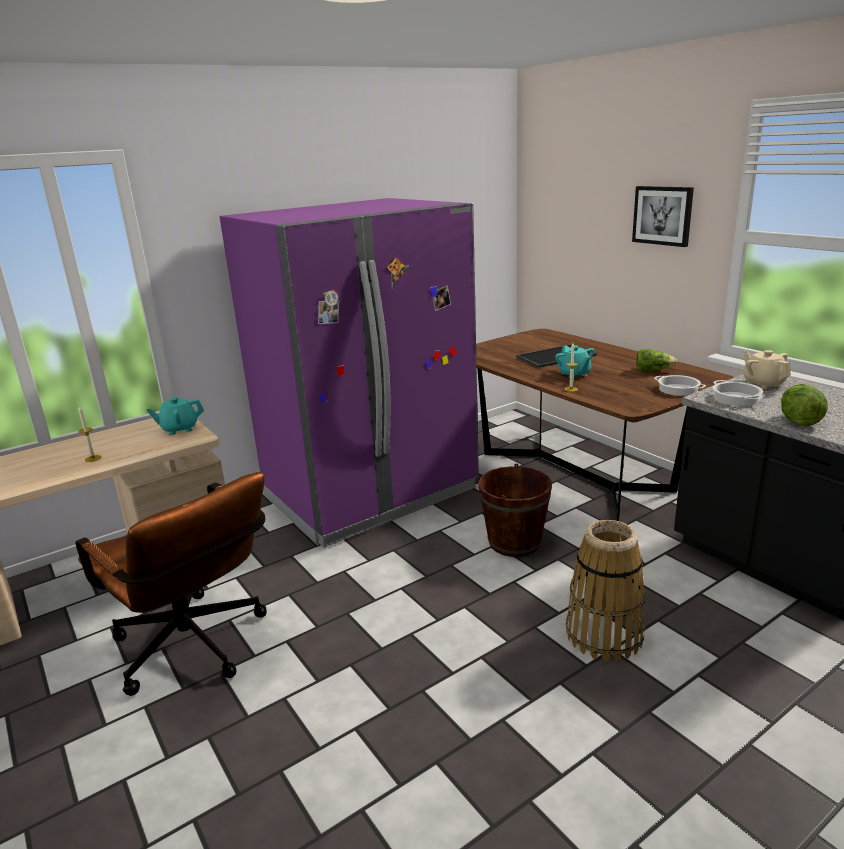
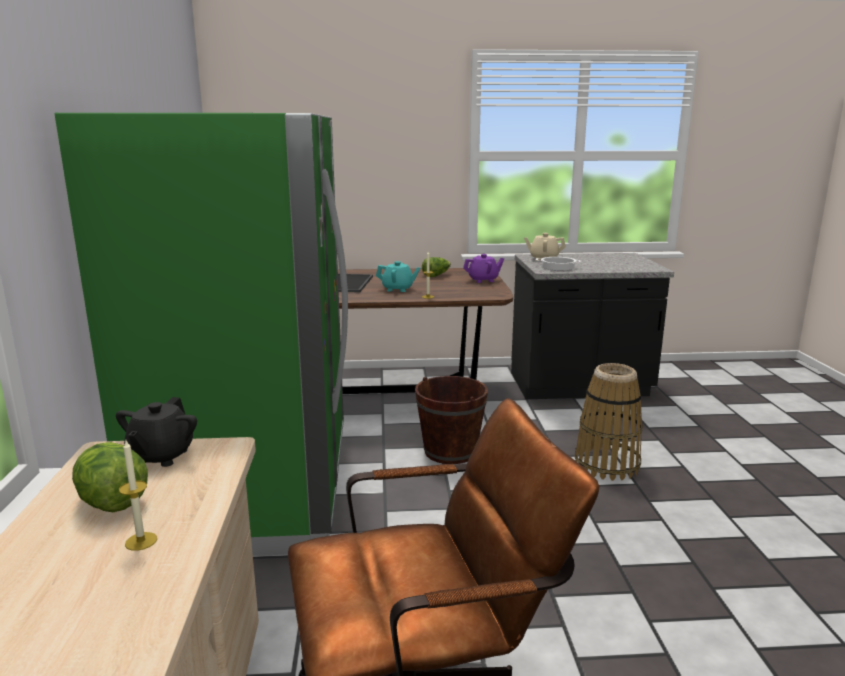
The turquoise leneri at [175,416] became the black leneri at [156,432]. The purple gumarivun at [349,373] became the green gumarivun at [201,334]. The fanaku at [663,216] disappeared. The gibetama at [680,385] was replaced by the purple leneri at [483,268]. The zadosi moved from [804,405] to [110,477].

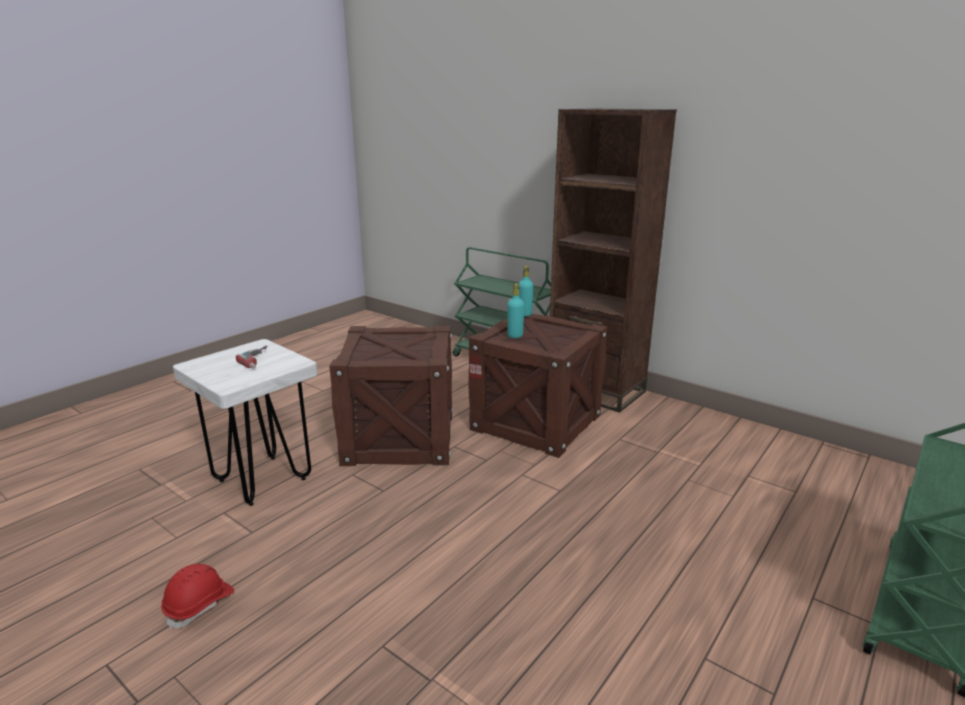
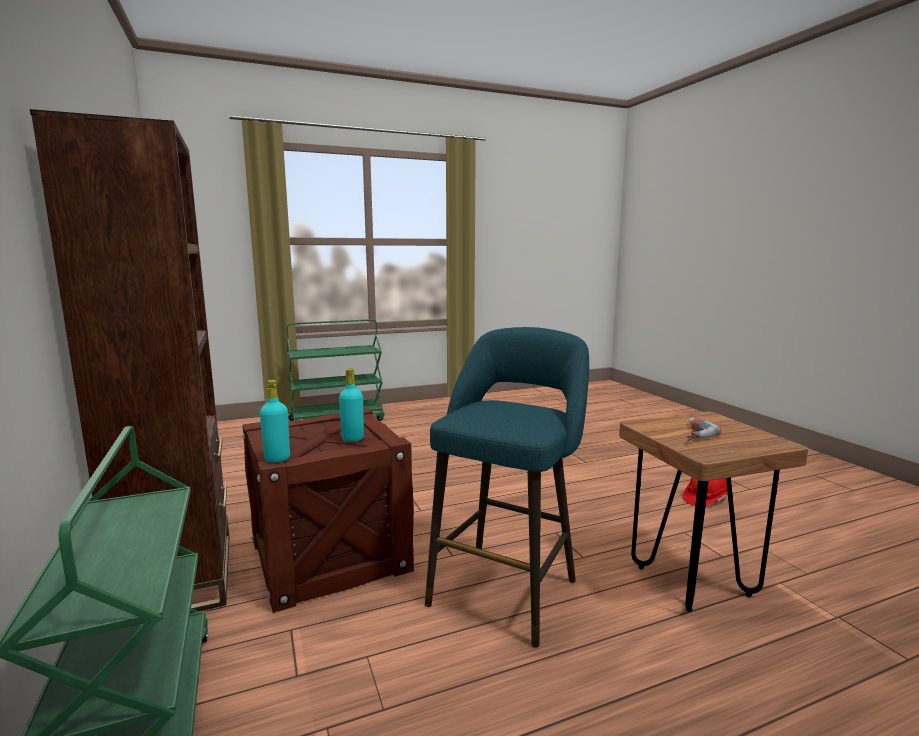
The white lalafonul at [245,422] became the brown lalafonul at [714,512]. The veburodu at [391,396] was replaced by the turquoise lalafonul at [507,487].

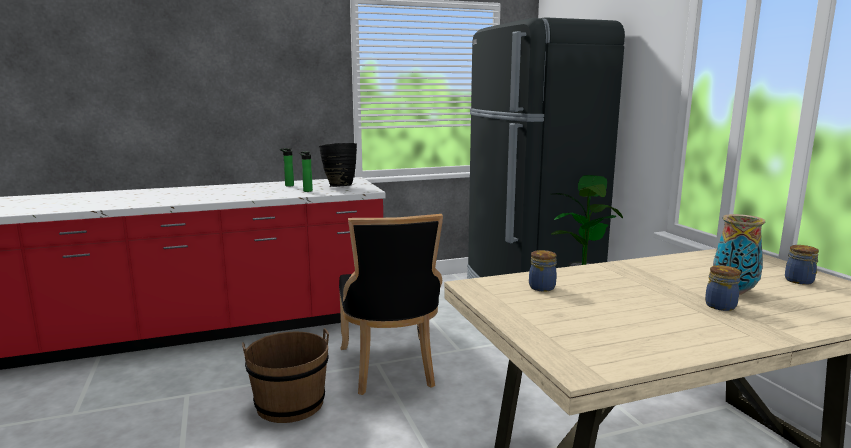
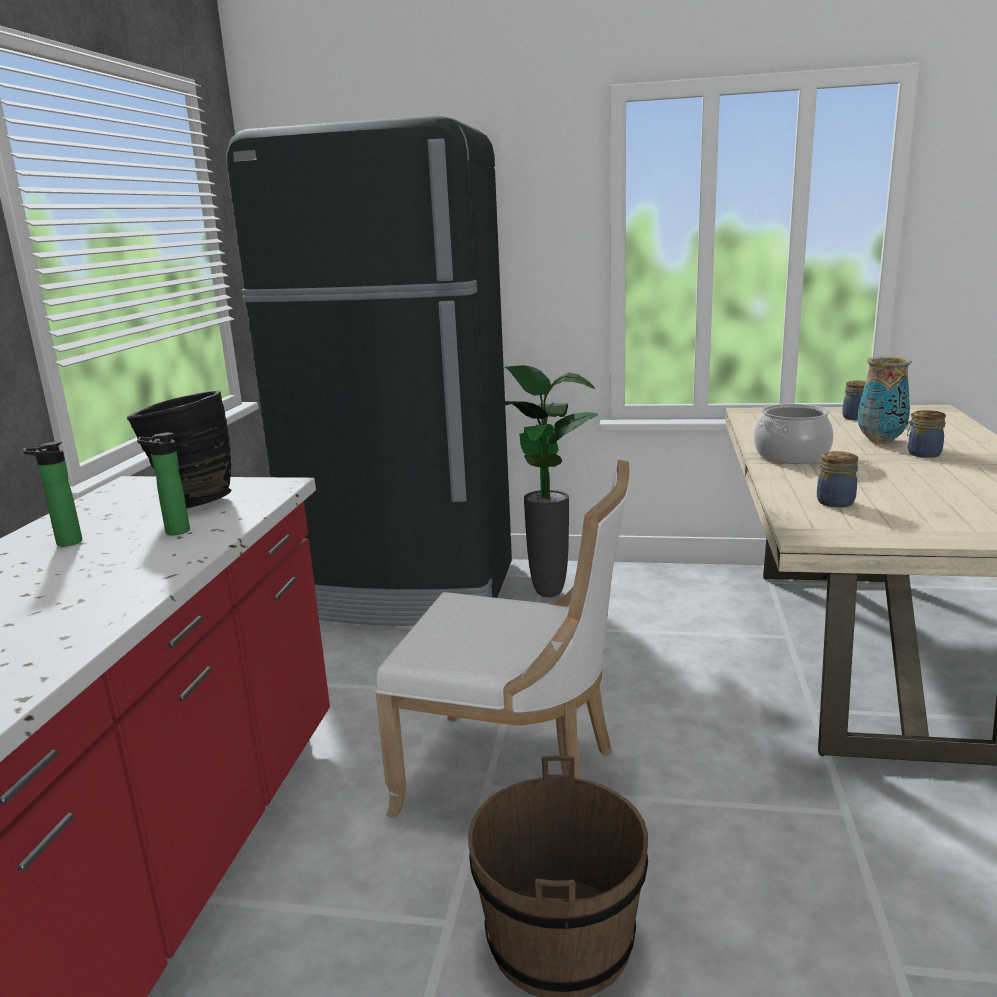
The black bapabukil at [391,304] became the white bapabukil at [502,639]. The gibetama at [794,433] appeared.

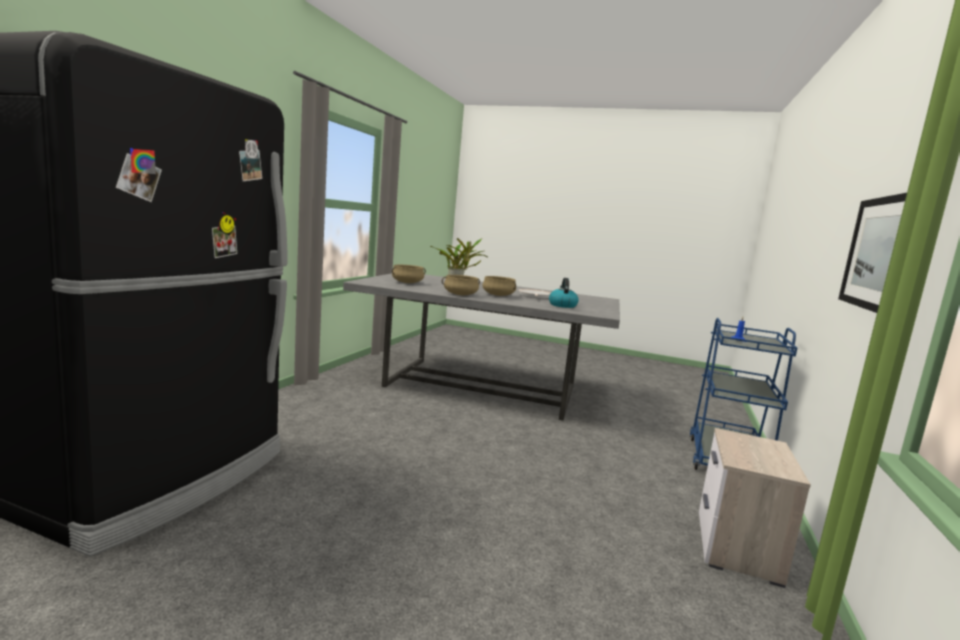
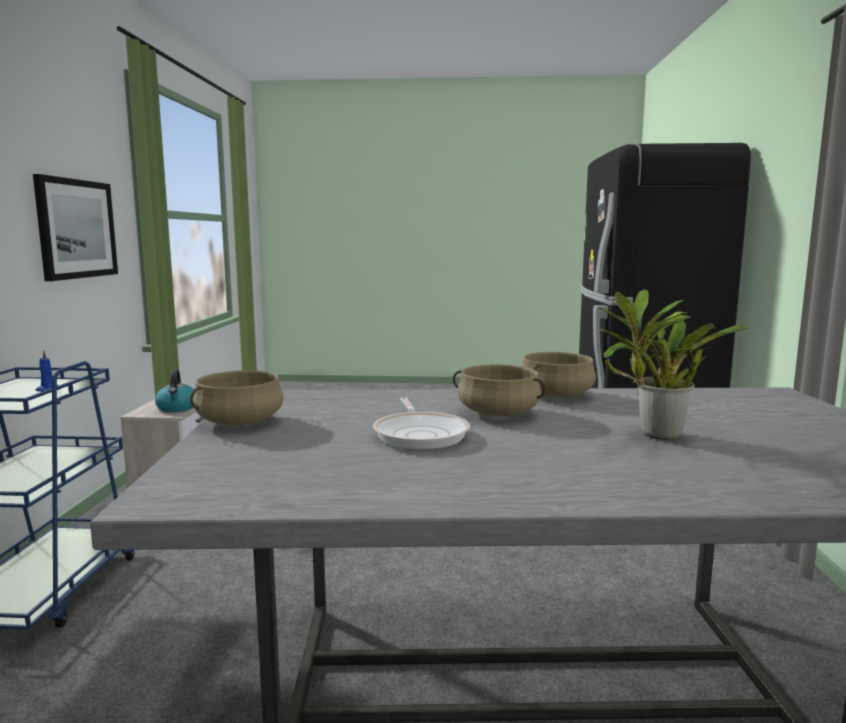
The beige gibetama moved from [409,274] to [237,397]. The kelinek moved from [564,293] to [175,391].

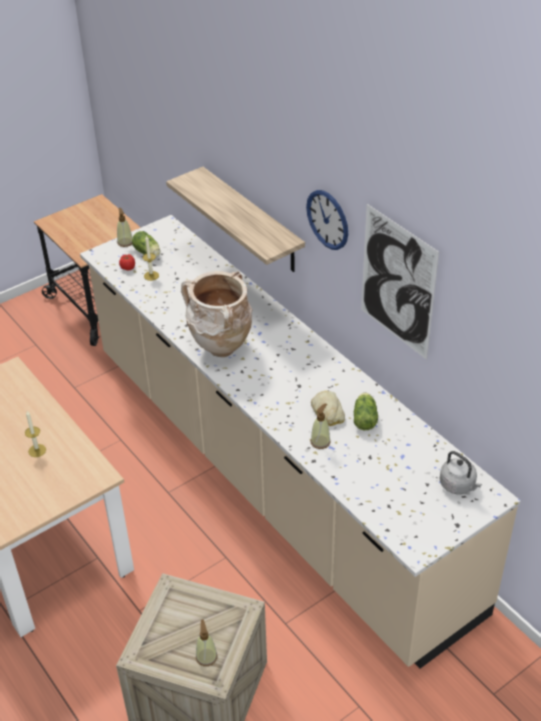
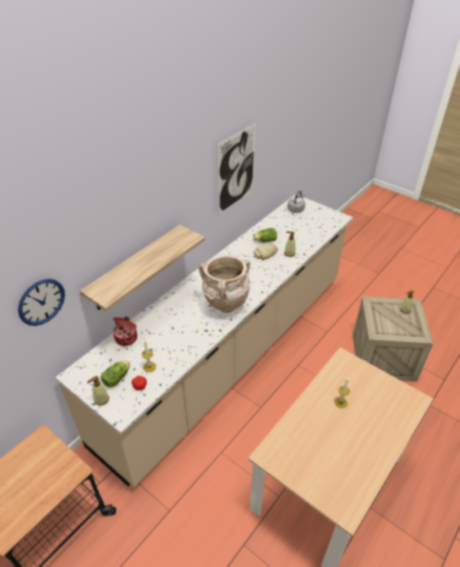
The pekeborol moved from [327,220] to [41,302]. The gibetama at [125,331] appeared.

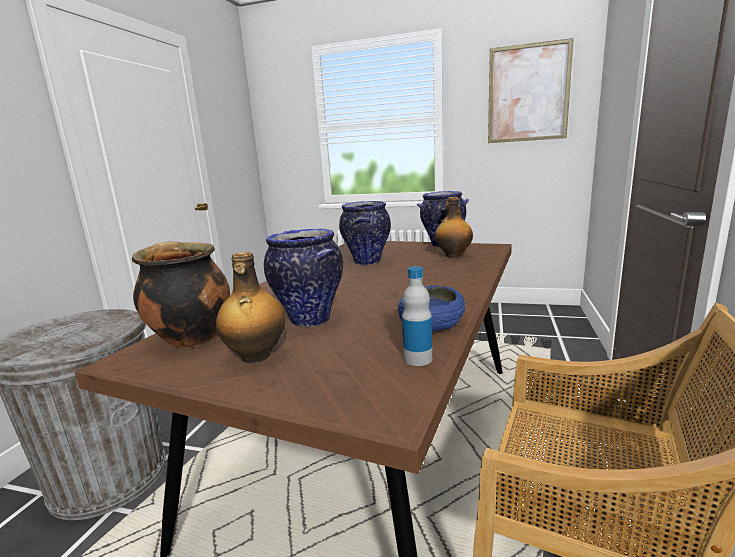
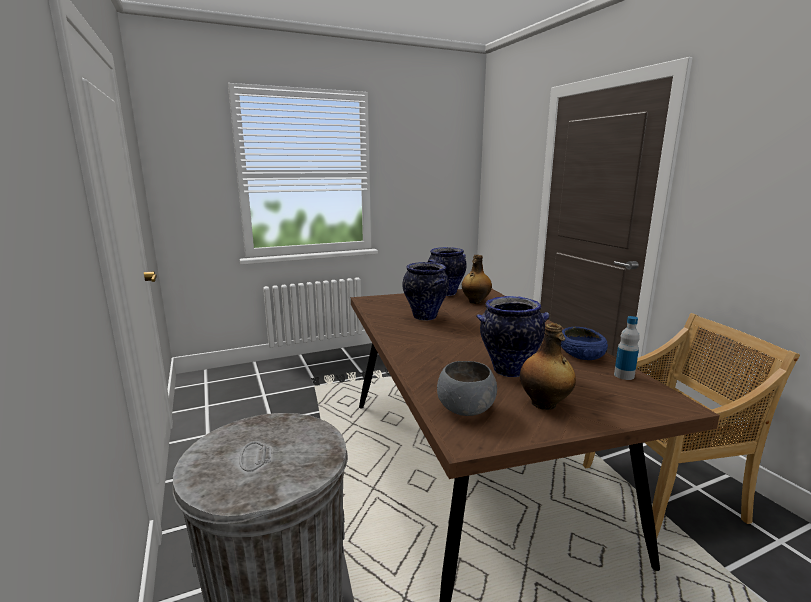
The gibetama at [181,294] was replaced by the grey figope at [467,388]. The fanaku at [531,90] disappeared.

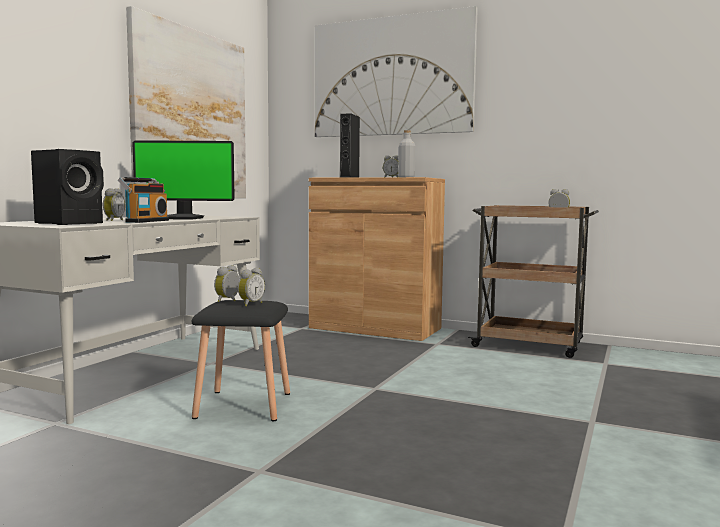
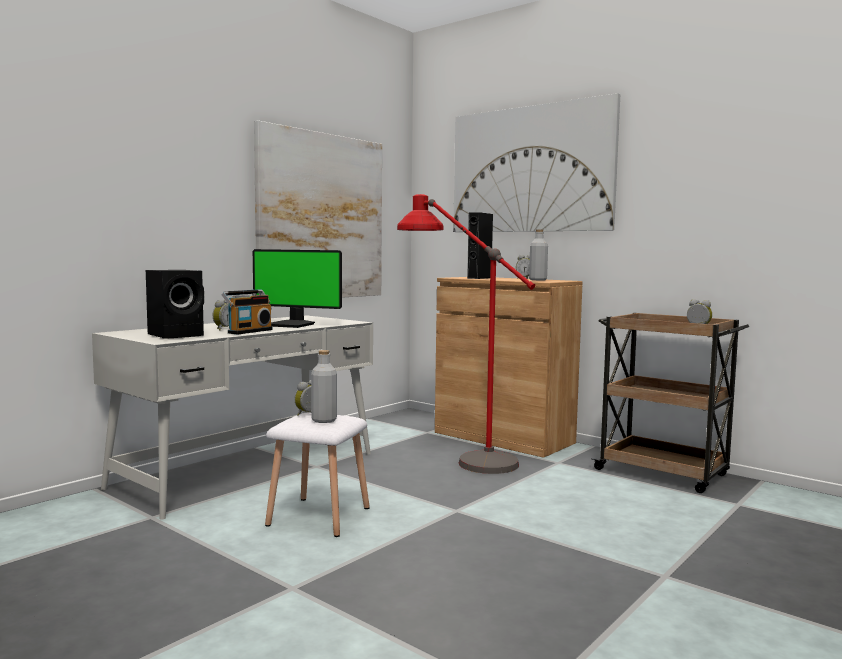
The black lalafonul at [241,360] became the white lalafonul at [317,475]. The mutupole at [251,287] was replaced by the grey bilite at [324,386]. The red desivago at [466,334] appeared.

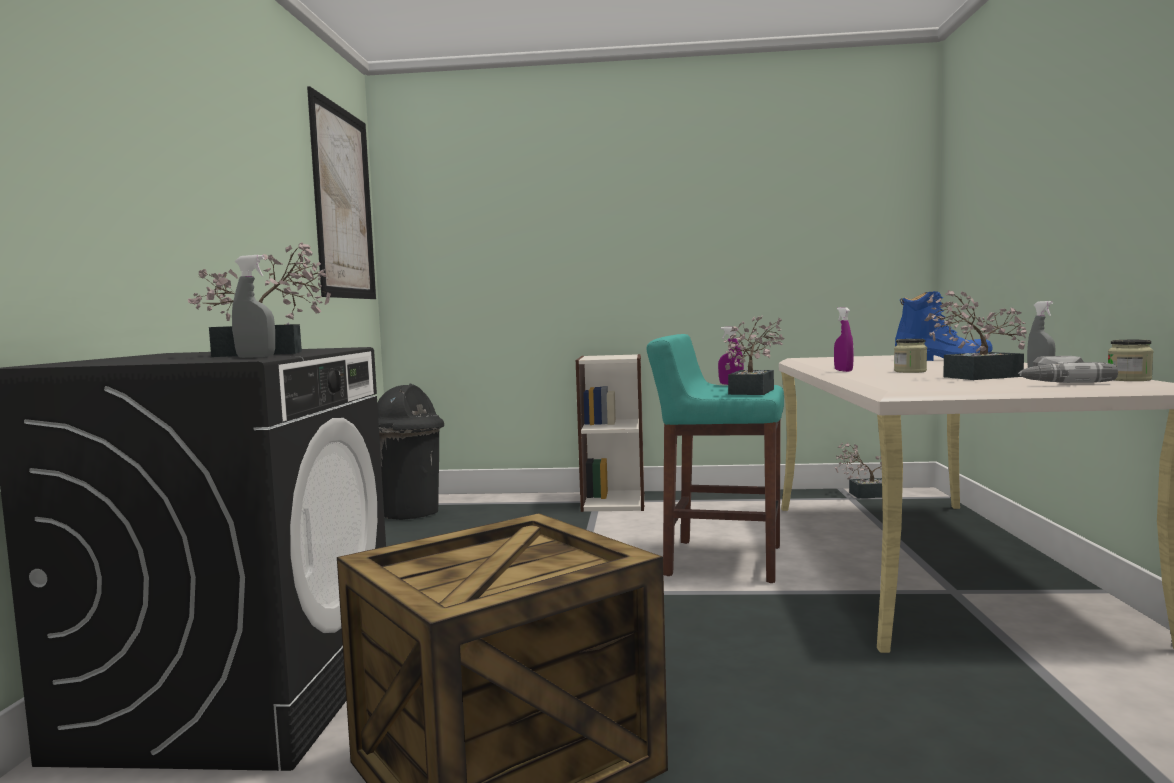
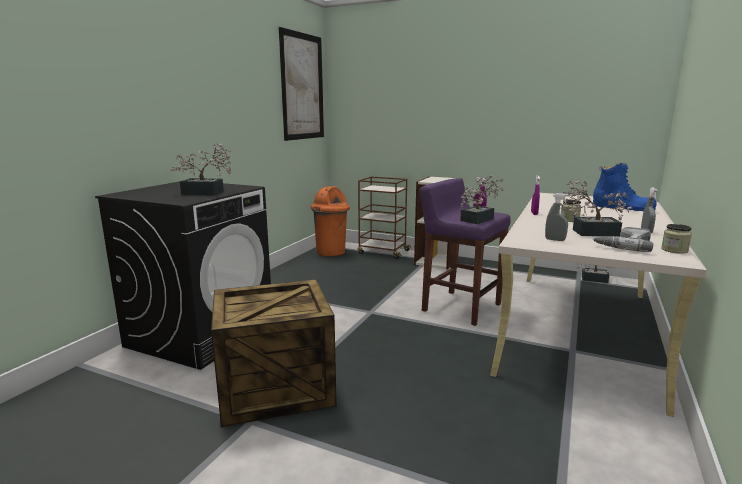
The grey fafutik moved from [253,306] to [557,217]. The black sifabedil at [410,451] became the orange sifabedil at [330,221]. The turquoise lalafonul at [715,458] became the purple lalafonul at [465,252]. The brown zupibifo at [385,218] appeared.

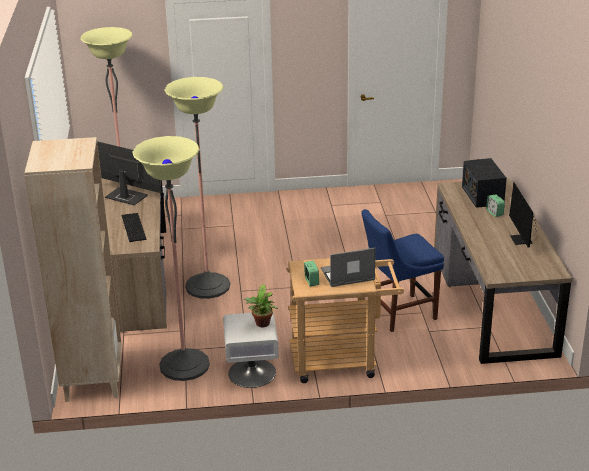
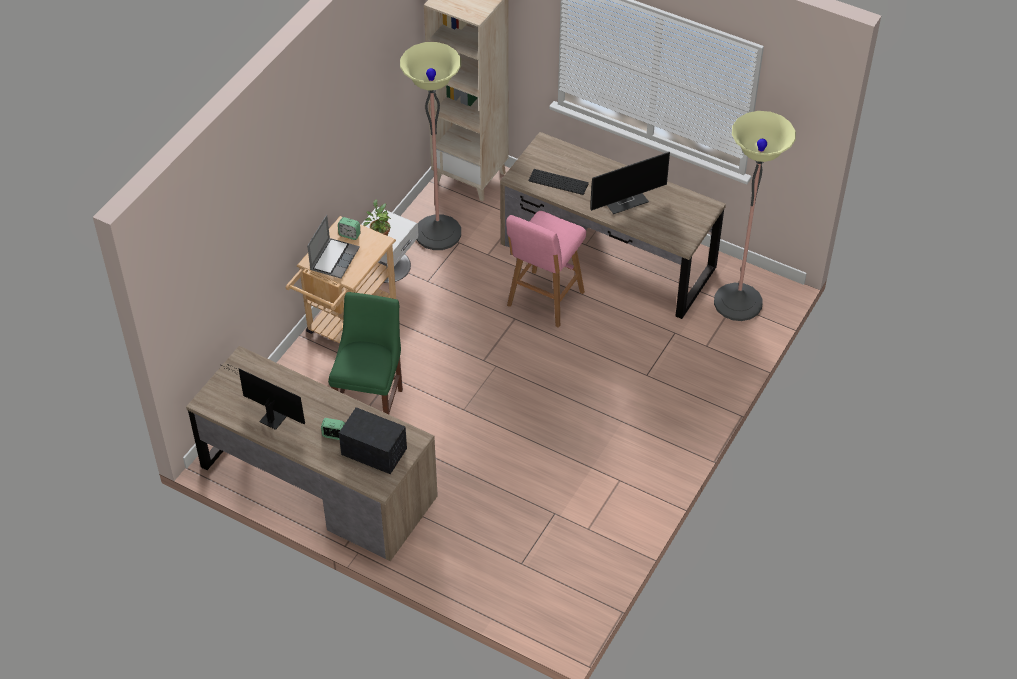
The desivago at [197,188] was replaced by the pink lalafonul at [546,269]. The blue bapabukil at [403,270] became the green bapabukil at [365,353].

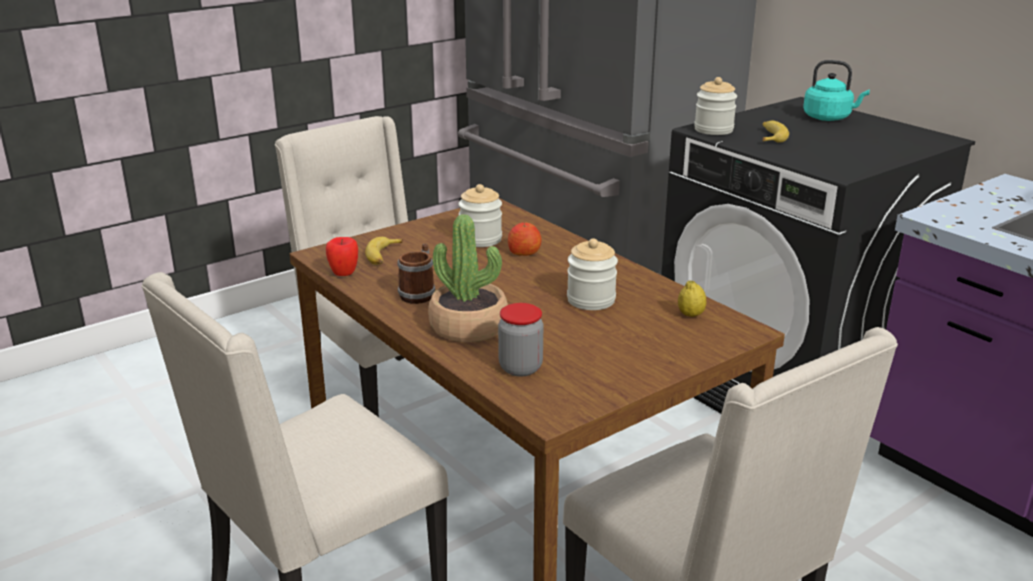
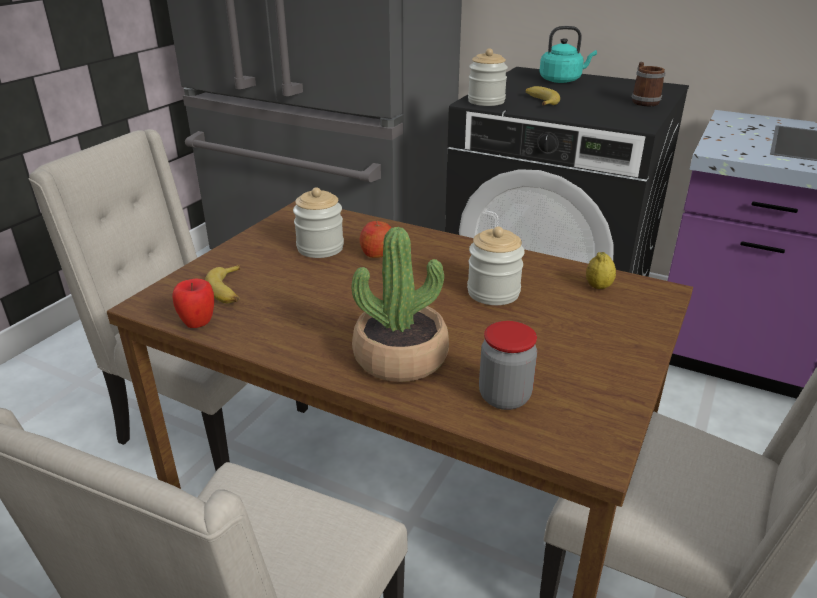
The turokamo moved from [416,273] to [648,84].

